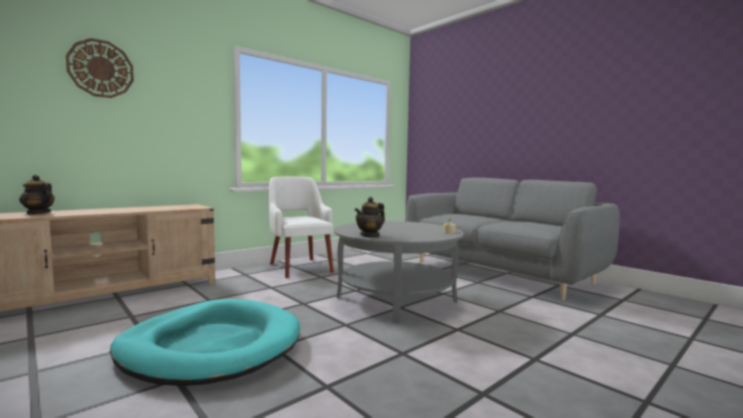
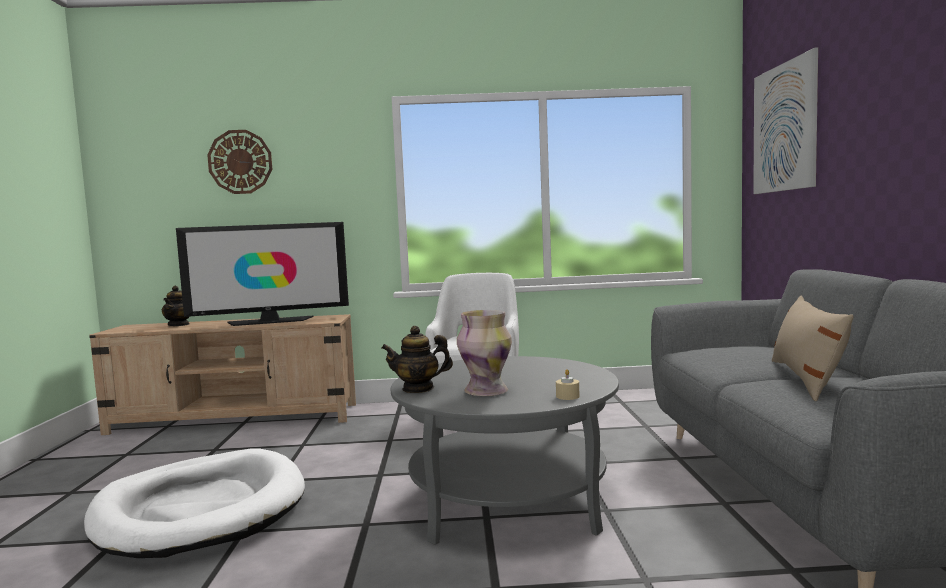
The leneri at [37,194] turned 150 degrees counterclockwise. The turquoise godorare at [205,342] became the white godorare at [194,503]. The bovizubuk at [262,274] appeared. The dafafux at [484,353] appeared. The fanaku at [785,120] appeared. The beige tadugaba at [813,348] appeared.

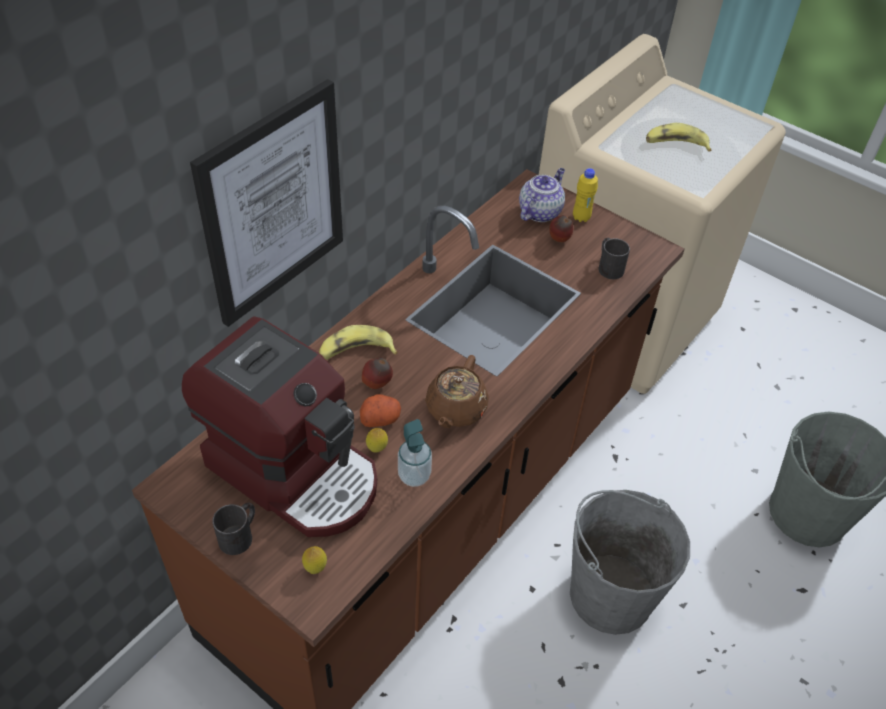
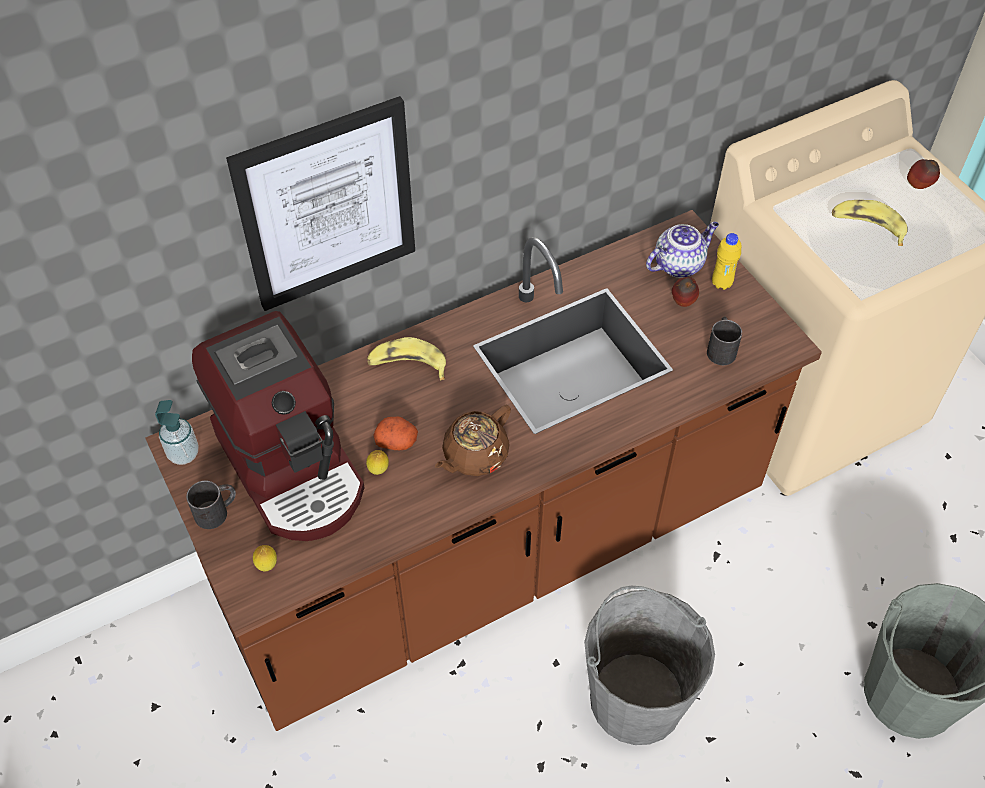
The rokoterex moved from [377,373] to [923,174]. The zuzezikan moved from [415,453] to [176,432].

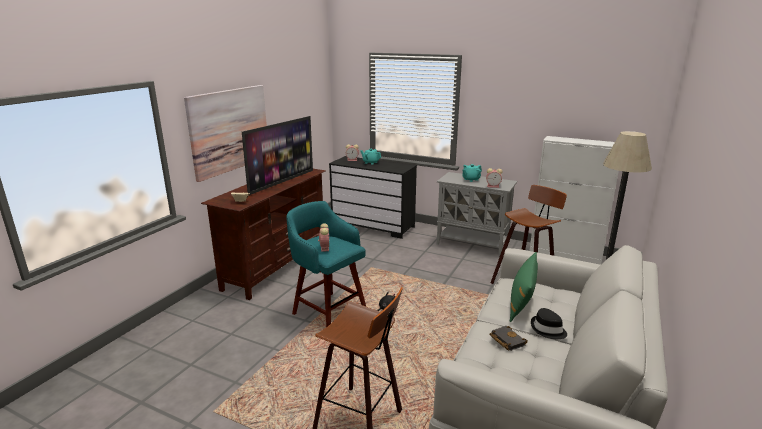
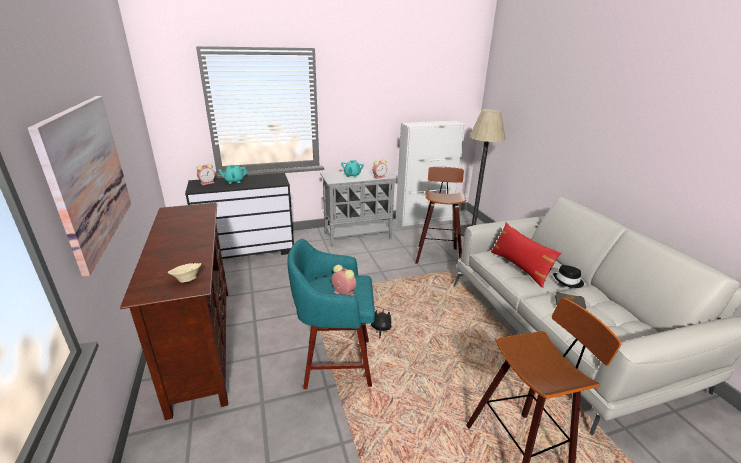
The bovizubuk at [277,155] disappeared. The green tadugaba at [524,287] became the red tadugaba at [526,255].

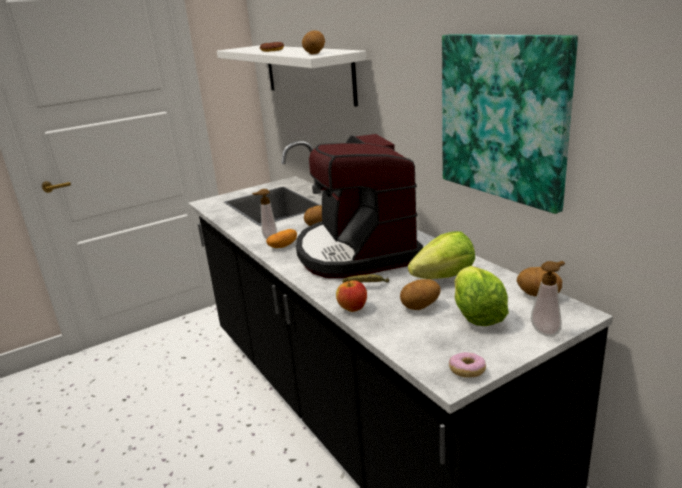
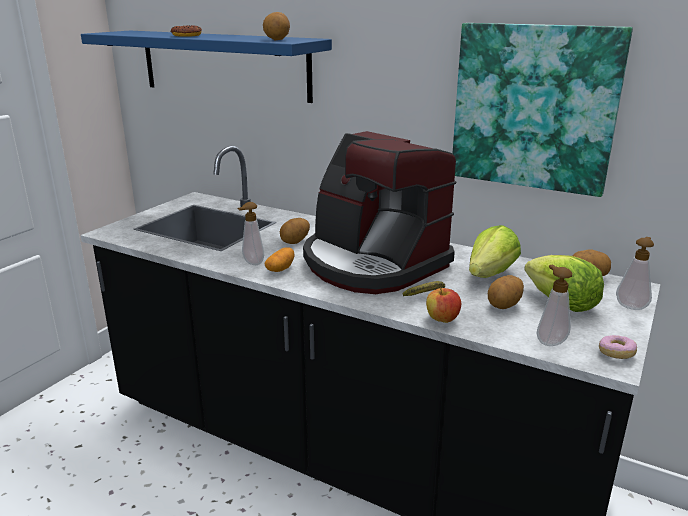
The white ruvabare at [291,76] became the blue ruvabare at [206,67]. The zuzezikan at [554,305] appeared.

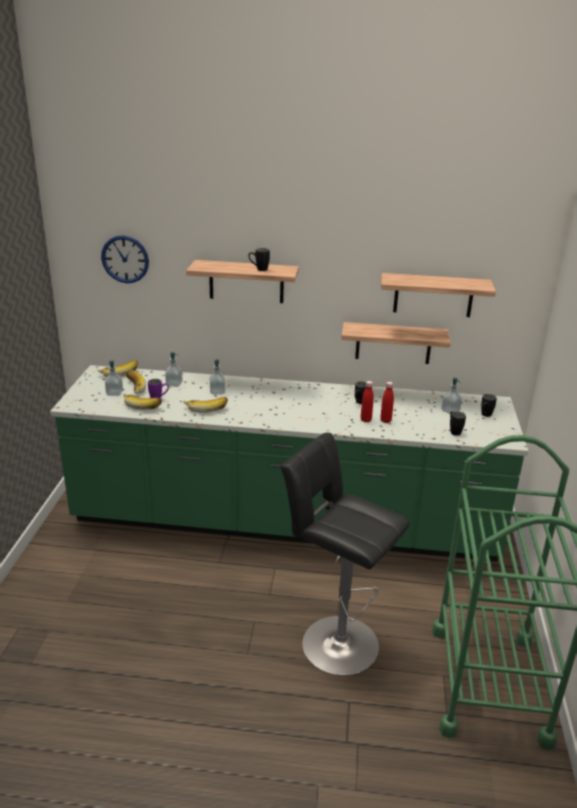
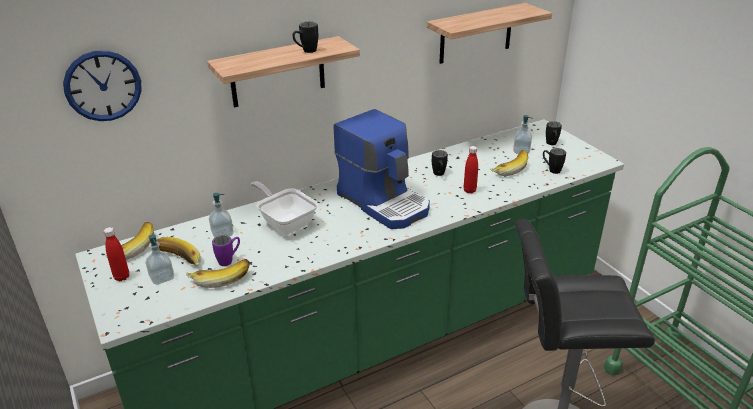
The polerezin moved from [205,405] to [509,163]. The zuzezikan at [217,377] was replaced by the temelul at [284,207]. The ruvabare at [396,343] disappeared. The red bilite moved from [387,402] to [116,254]. The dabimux at [382,169] appeared.

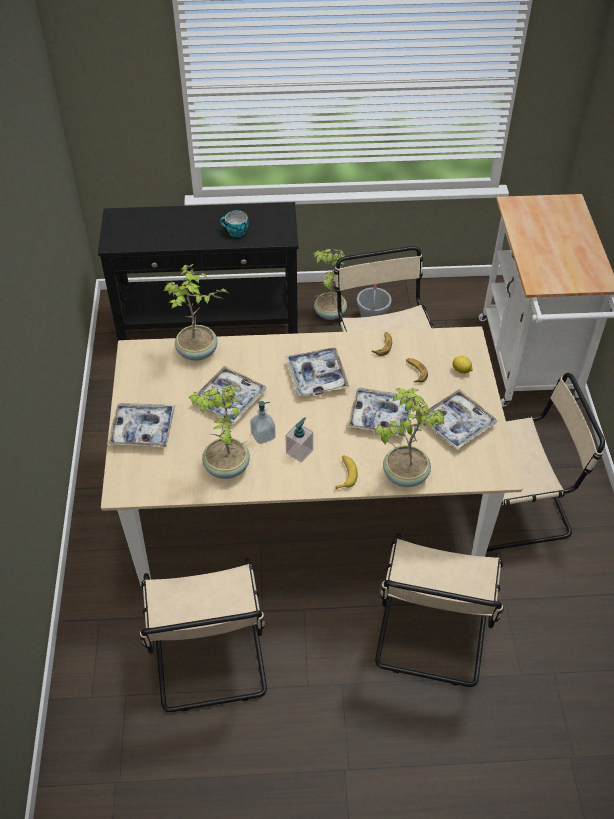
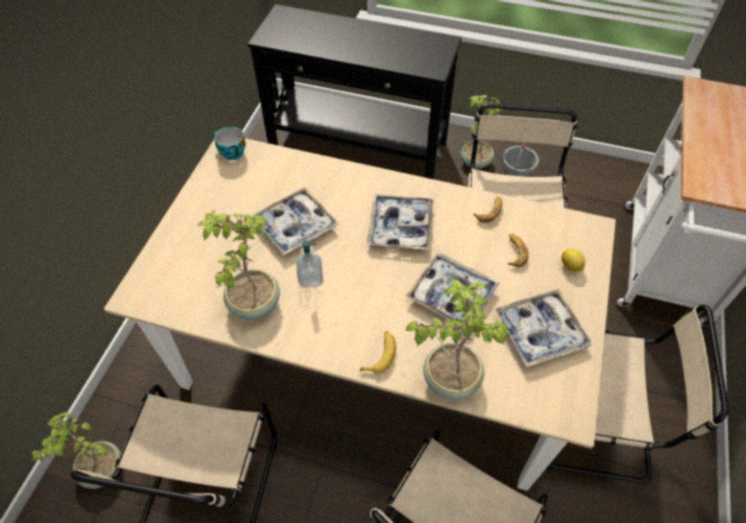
The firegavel at [141,425] disappeared. The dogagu moved from [196,312] to [76,450]. The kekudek moved from [234,223] to [230,143]. The zuzezikan at [299,440] disappeared.

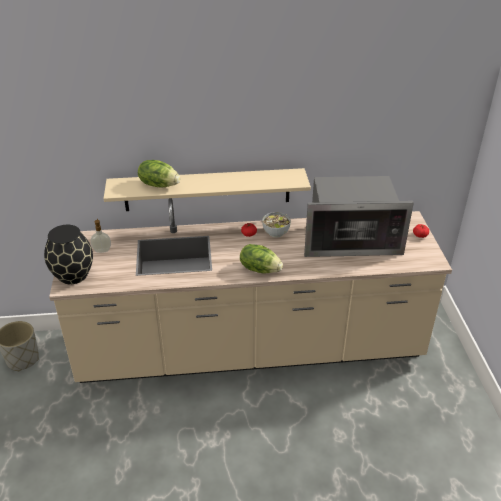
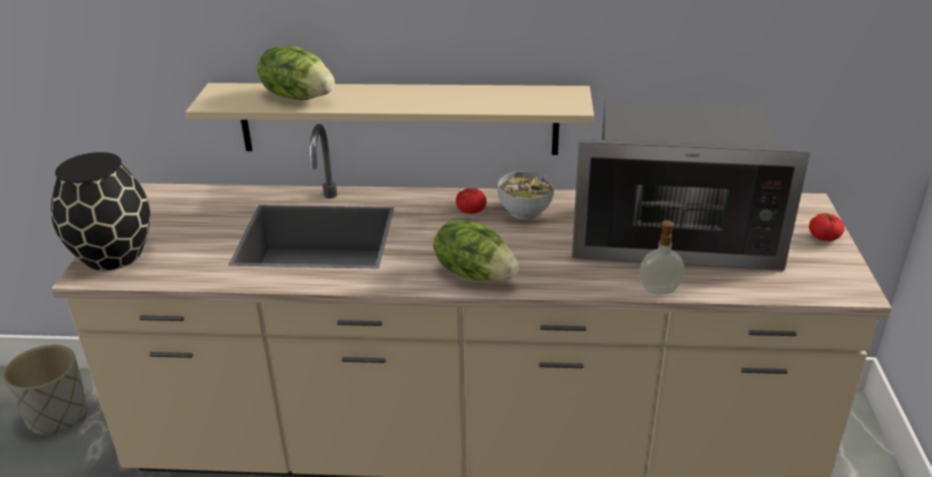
The zuzezikan moved from [101,236] to [661,256].

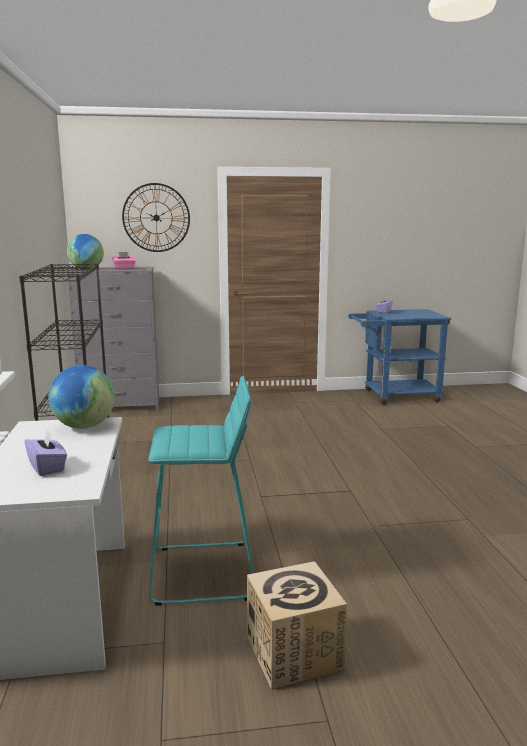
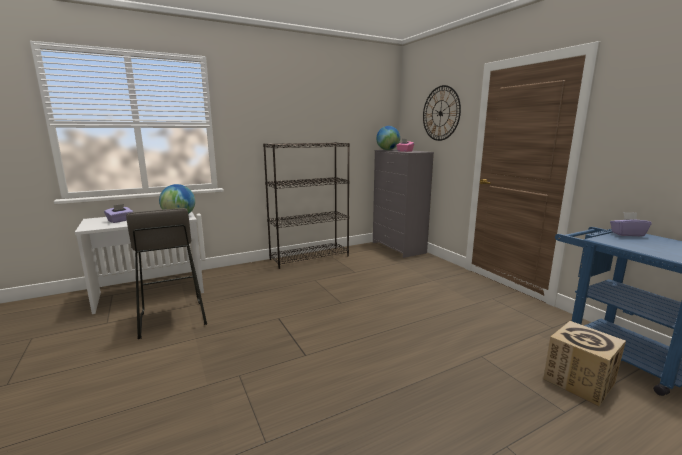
The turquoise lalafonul at [201,491] became the grey lalafonul at [166,273]. The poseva moved from [297,625] to [584,363].

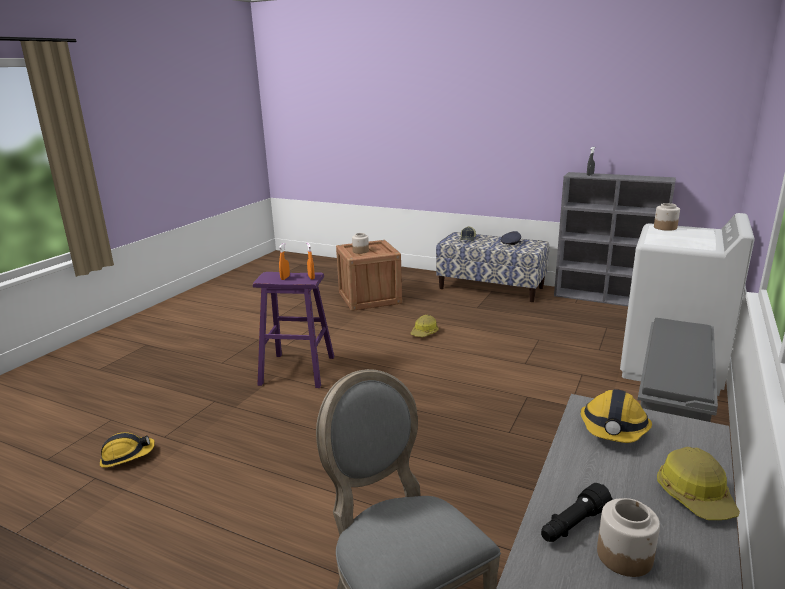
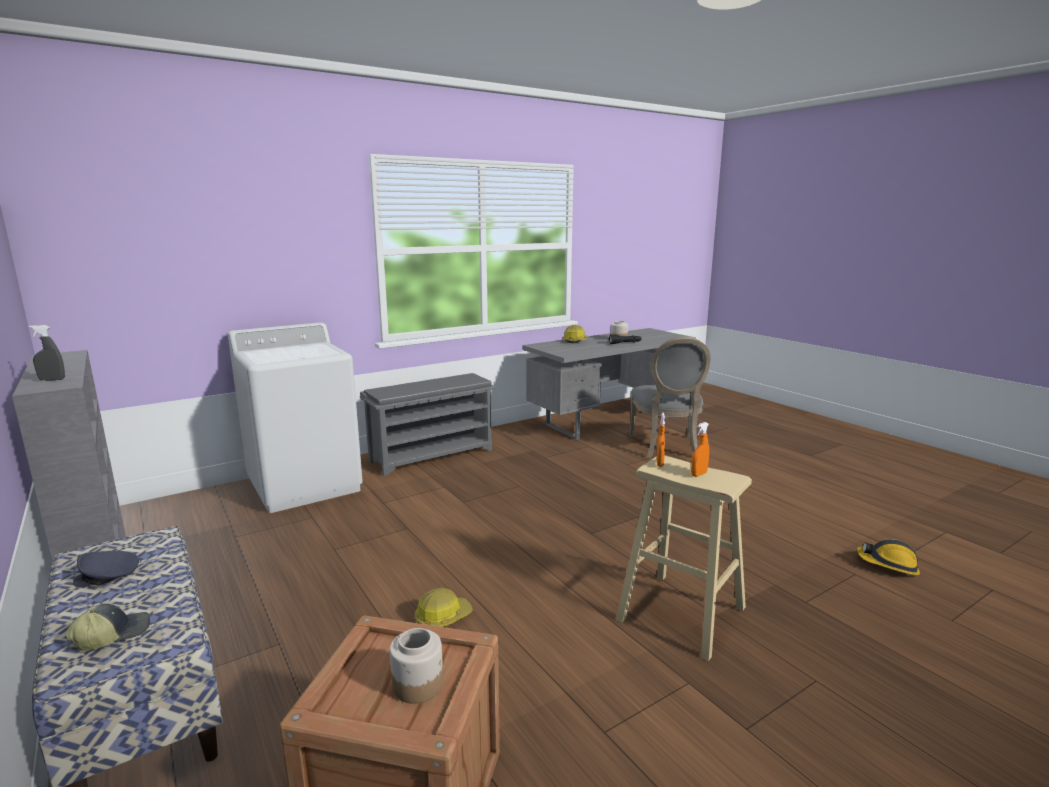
The purple lalafonul at [294,330] became the beige lalafonul at [684,558]. The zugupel at [616,416] disappeared. The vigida at [667,217] disappeared.

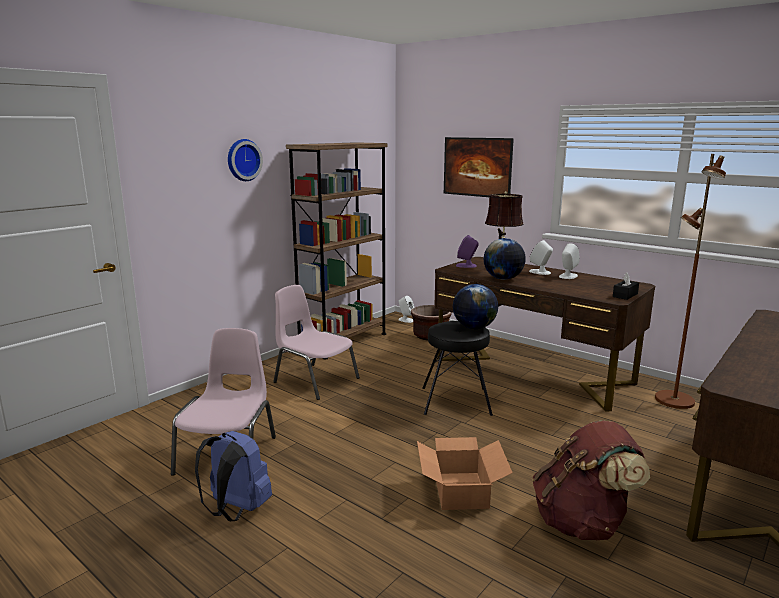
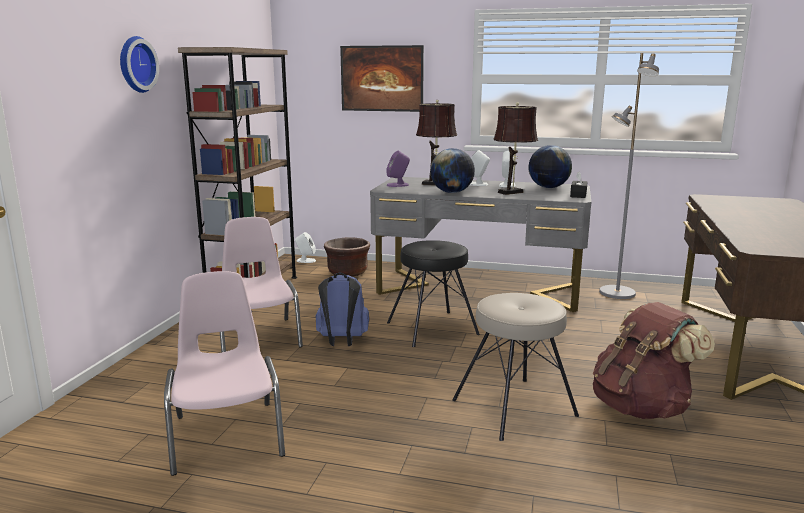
The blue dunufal moved from [233,476] to [342,309]. The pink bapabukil at [316,342] turned 60 degrees clockwise. The poseva at [465,473] was replaced by the beige lalafonul at [515,367]. The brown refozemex at [544,334] became the grey refozemex at [480,244]. The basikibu moved from [475,306] to [550,166]. The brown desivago at [690,281] became the grey desivago at [629,176]. The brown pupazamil at [516,148] appeared.

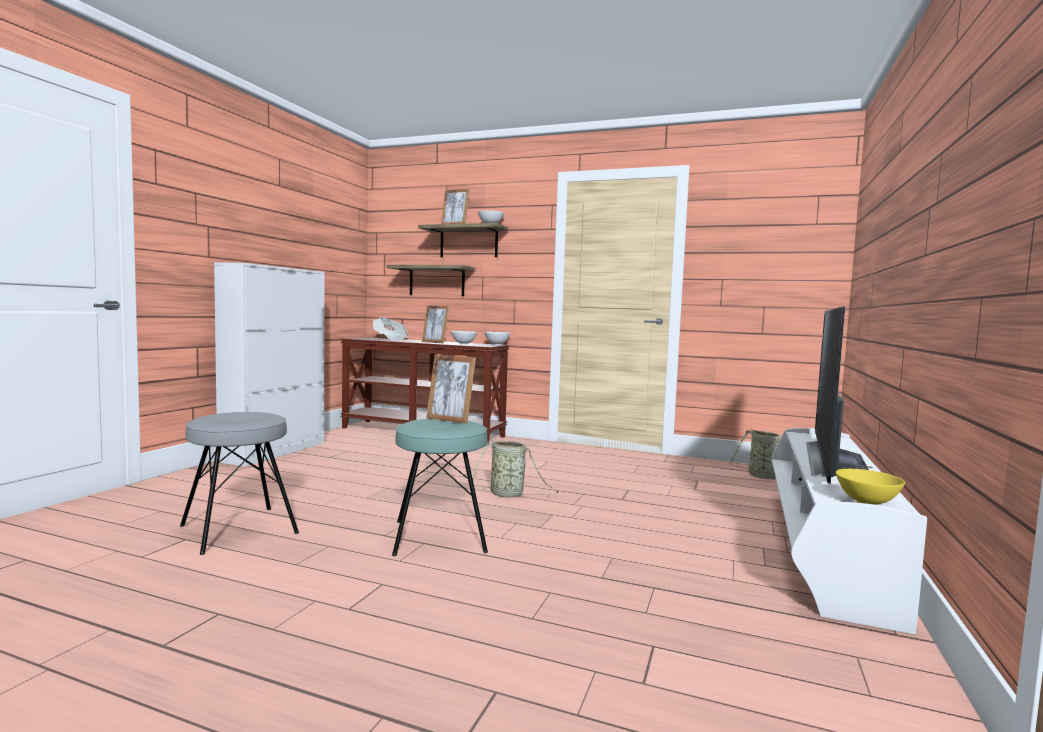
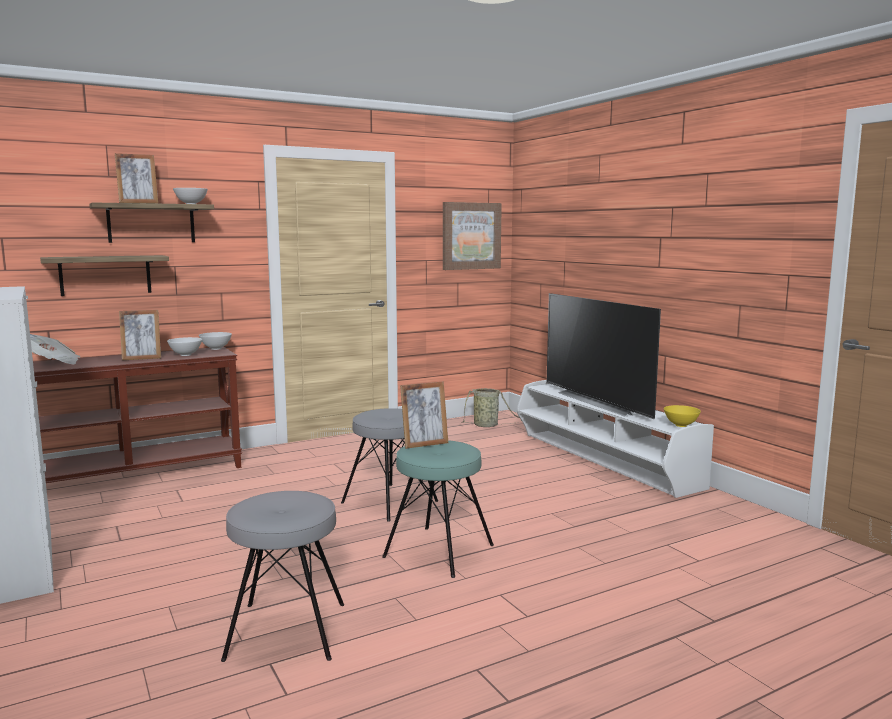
The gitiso at [516,469] was replaced by the grey lalafonul at [389,465]. The fanaku at [472,236] appeared.

